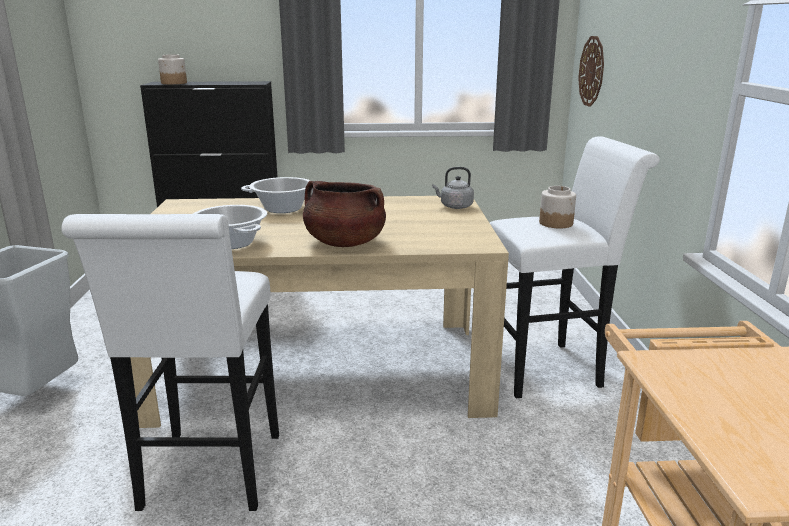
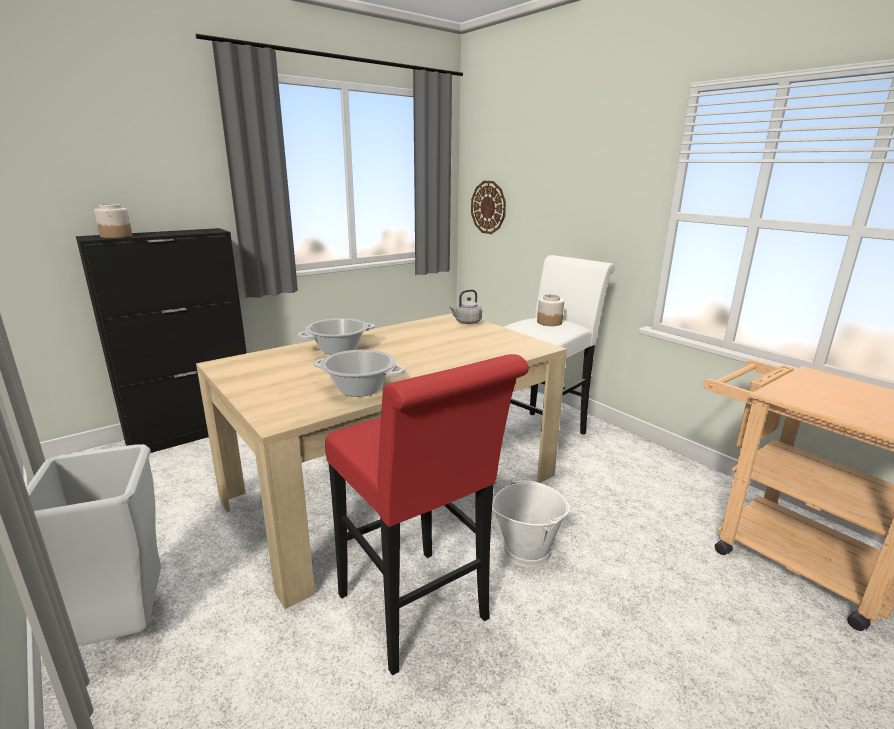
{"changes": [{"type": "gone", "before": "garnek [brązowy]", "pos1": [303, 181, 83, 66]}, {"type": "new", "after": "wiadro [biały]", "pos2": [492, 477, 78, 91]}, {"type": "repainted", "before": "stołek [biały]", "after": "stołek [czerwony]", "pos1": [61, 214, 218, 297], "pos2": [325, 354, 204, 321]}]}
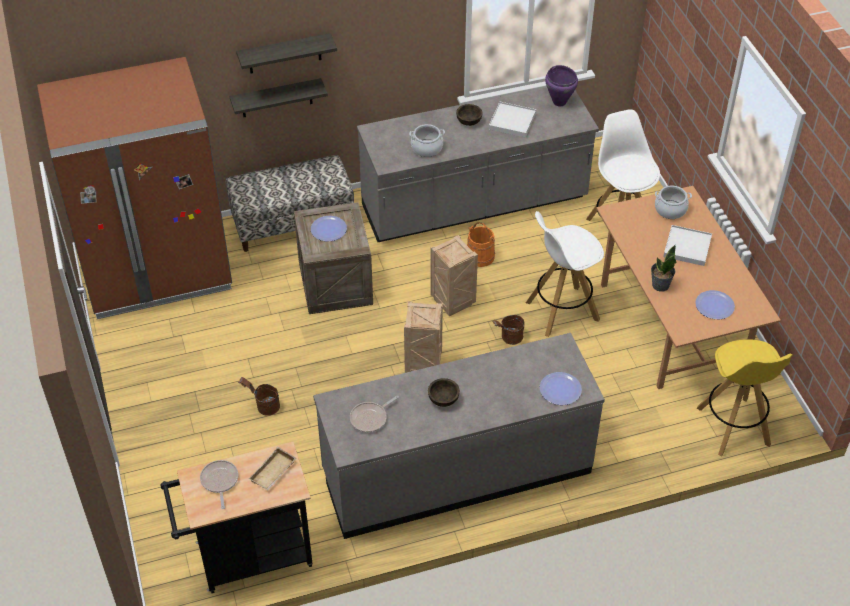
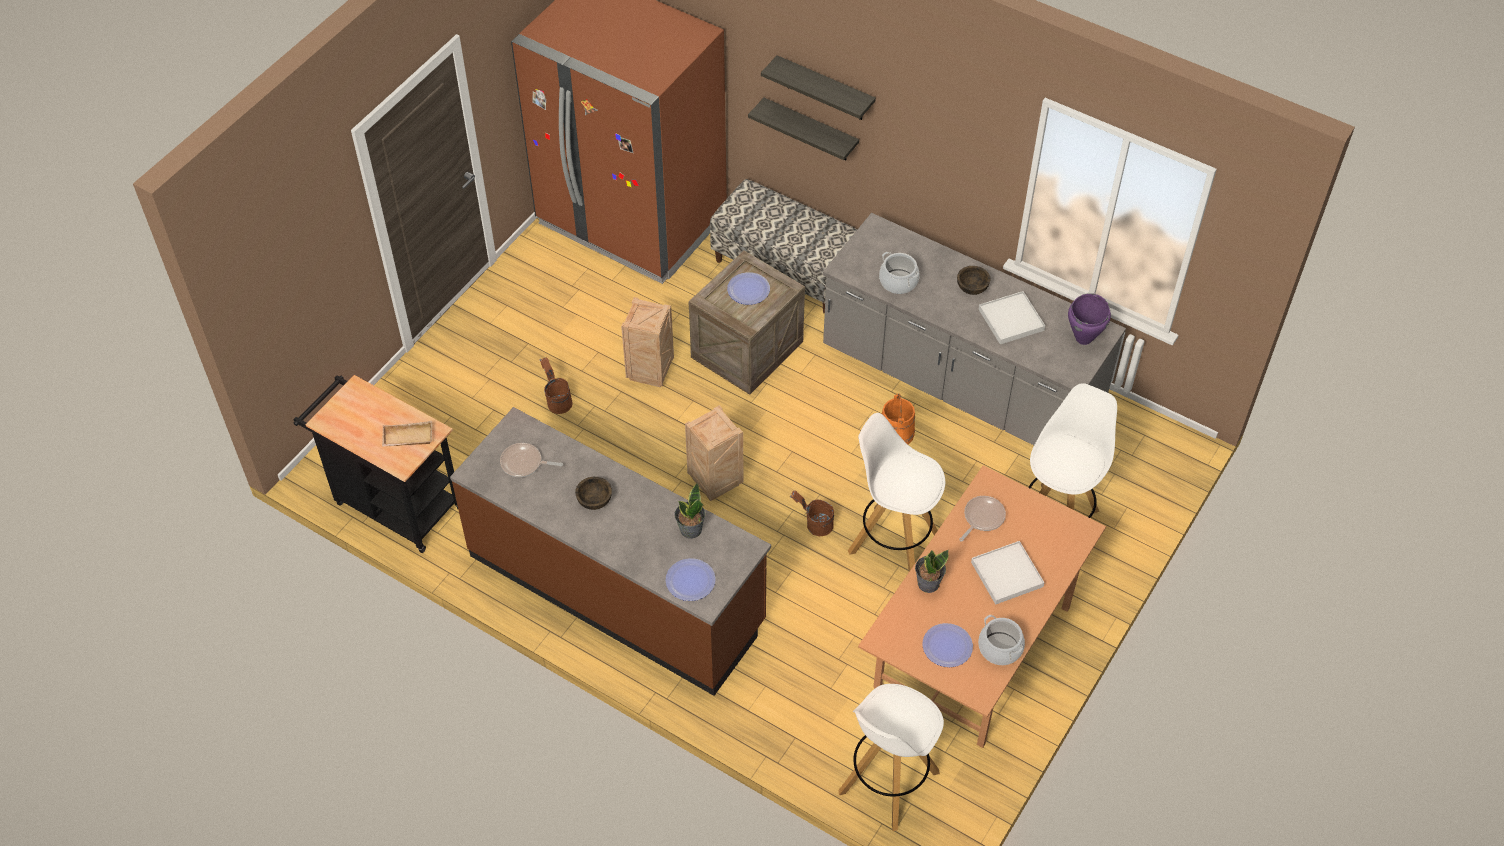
{"changes": [{"type": "new", "after": "roślina doniczkowa", "pos2": [674, 483, 31, 56]}, {"type": "shifted", "before": "patelnia", "pos1": [200, 460, 38, 49], "pos2": [959, 496, 47, 46]}, {"type": "shifted", "before": "skrzynka", "pos1": [430, 235, 48, 82], "pos2": [621, 297, 53, 90]}, {"type": "shifted", "before": "garnek", "pos1": [655, 185, 37, 34], "pos2": [978, 615, 47, 50]}, {"type": "repainted", "before": "zabudowa kuchenna [szary]", "after": "zabudowa kuchenna [brązowy]", "pos1": [313, 333, 292, 206], "pos2": [450, 407, 321, 289]}, {"type": "repainted", "before": "stołek [żółty]", "after": "stołek [biały]", "pos1": [696, 339, 97, 118], "pos2": [838, 684, 106, 147]}]}
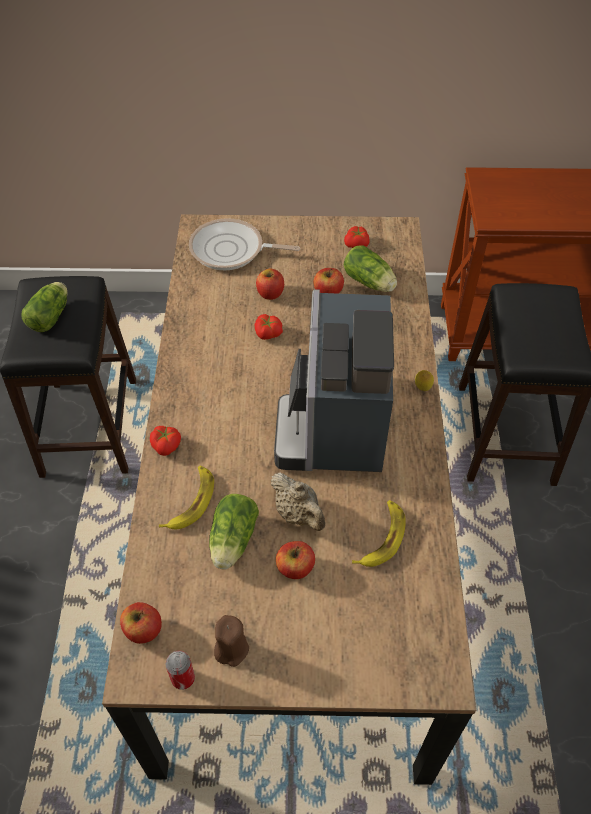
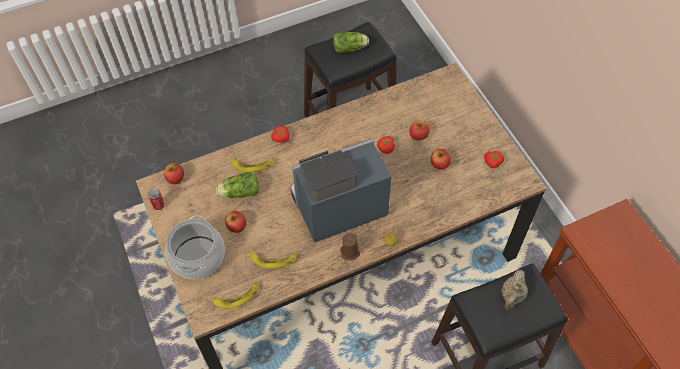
{"changes": [{"type": "gone", "before": "patelnia", "pos1": [189, 218, 111, 52]}, {"type": "gone", "before": "sałata", "pos1": [344, 245, 53, 47]}, {"type": "new", "after": "garnek", "pos2": [165, 215, 60, 64]}, {"type": "new", "after": "banan", "pos2": [209, 281, 49, 28]}, {"type": "shifted", "before": "świeca [brązowy]", "pos1": [214, 615, 35, 52], "pos2": [340, 233, 20, 28]}, {"type": "shifted", "before": "imbryk [beżowy]", "pos1": [271, 472, 54, 59], "pos2": [501, 270, 27, 40]}]}
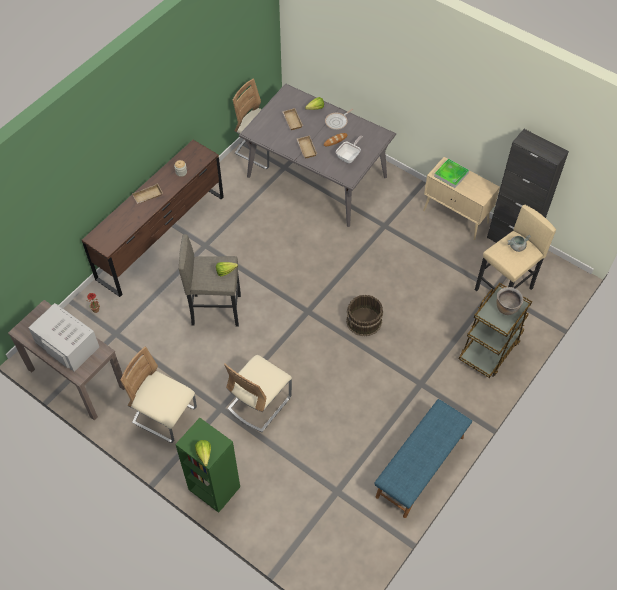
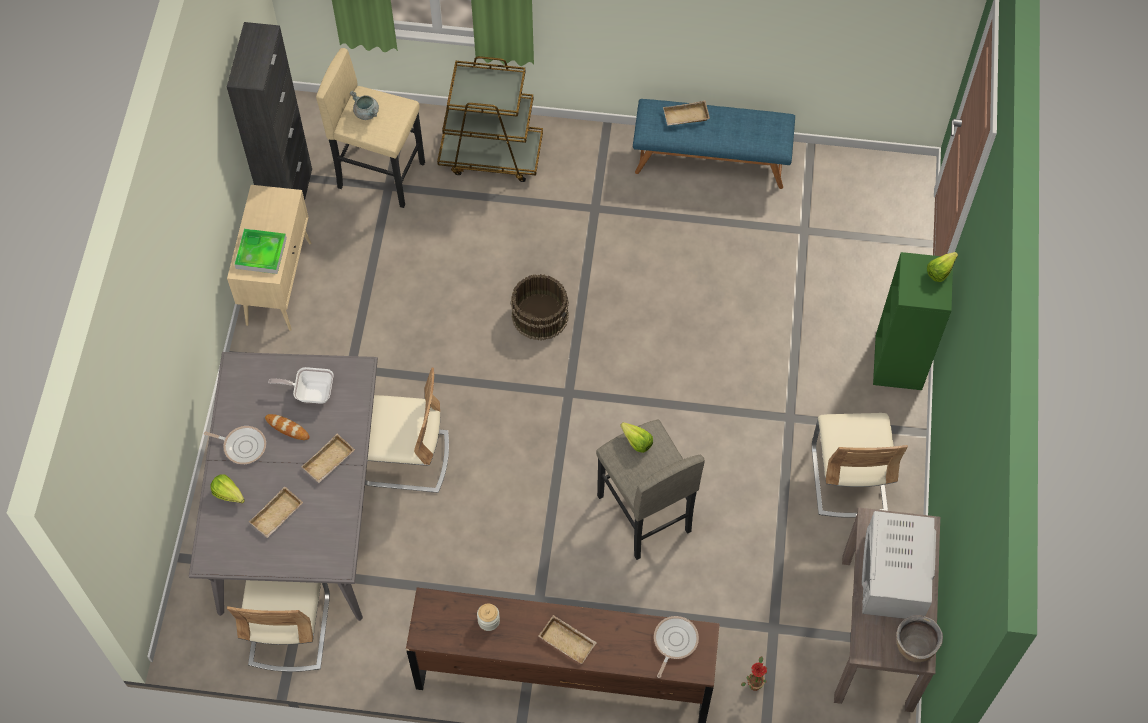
{"changes": [{"type": "new", "after": "patelnia", "pos2": [654, 616, 45, 62]}, {"type": "new", "after": "taca [beżowy]", "pos2": [663, 100, 47, 26]}, {"type": "shifted", "before": "krzesło [beżowy]", "pos1": [224, 355, 68, 77], "pos2": [365, 368, 84, 125]}, {"type": "shifted", "before": "garnek [brązowy]", "pos1": [496, 287, 28, 28], "pos2": [896, 615, 47, 47]}]}
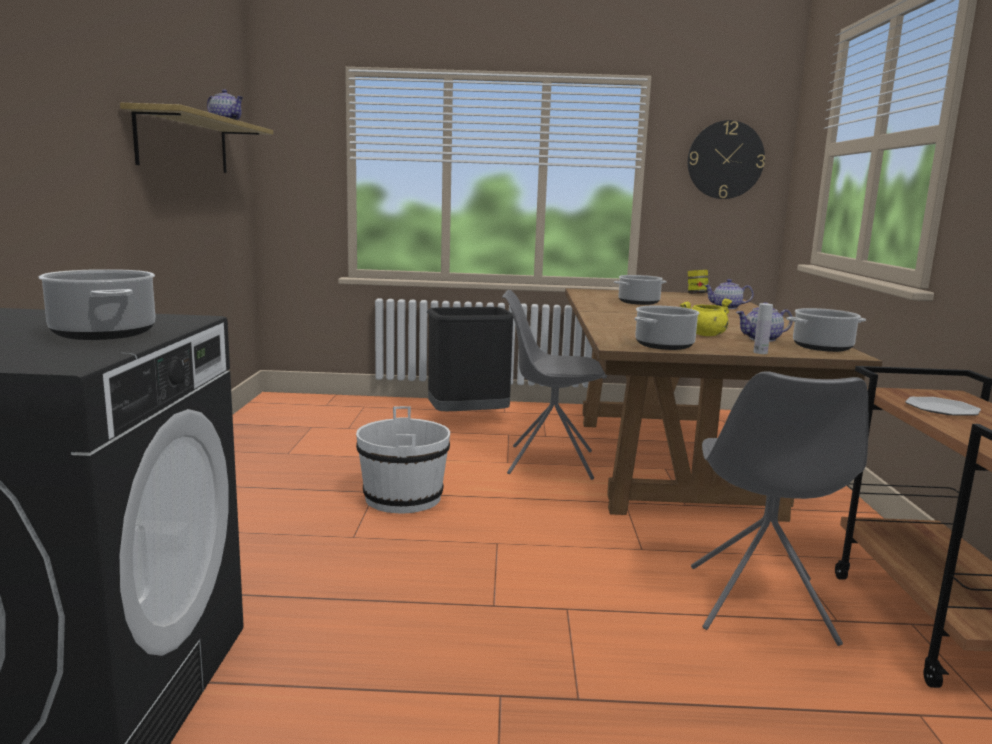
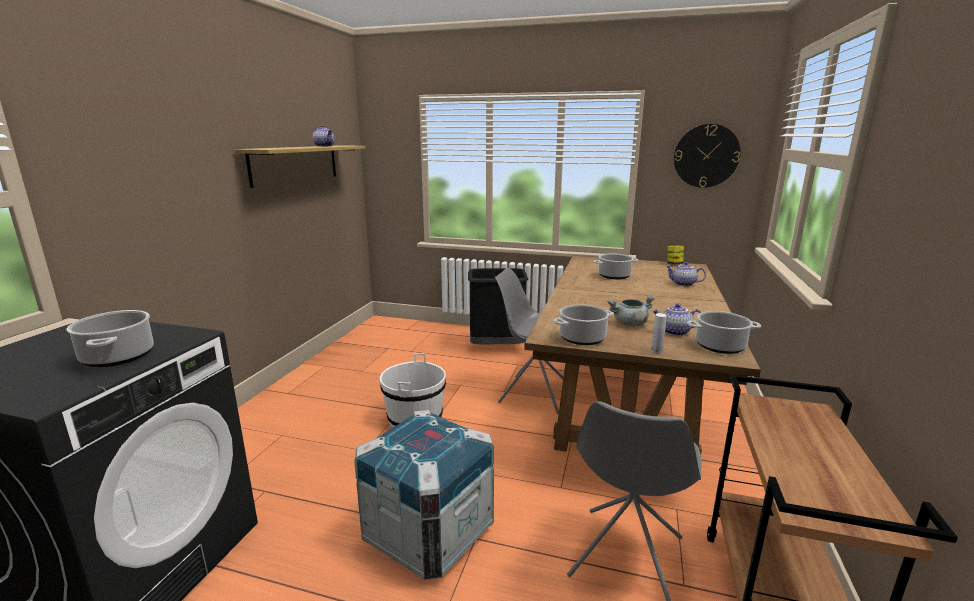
{"changes": [{"type": "gone", "before": "talerz", "pos1": [905, 397, 76, 19]}, {"type": "new", "after": "skrzynka", "pos2": [354, 410, 140, 170]}, {"type": "repainted", "before": "garnek [żółty]", "after": "garnek [szary]", "pos1": [680, 298, 52, 38], "pos2": [607, 296, 48, 31]}]}
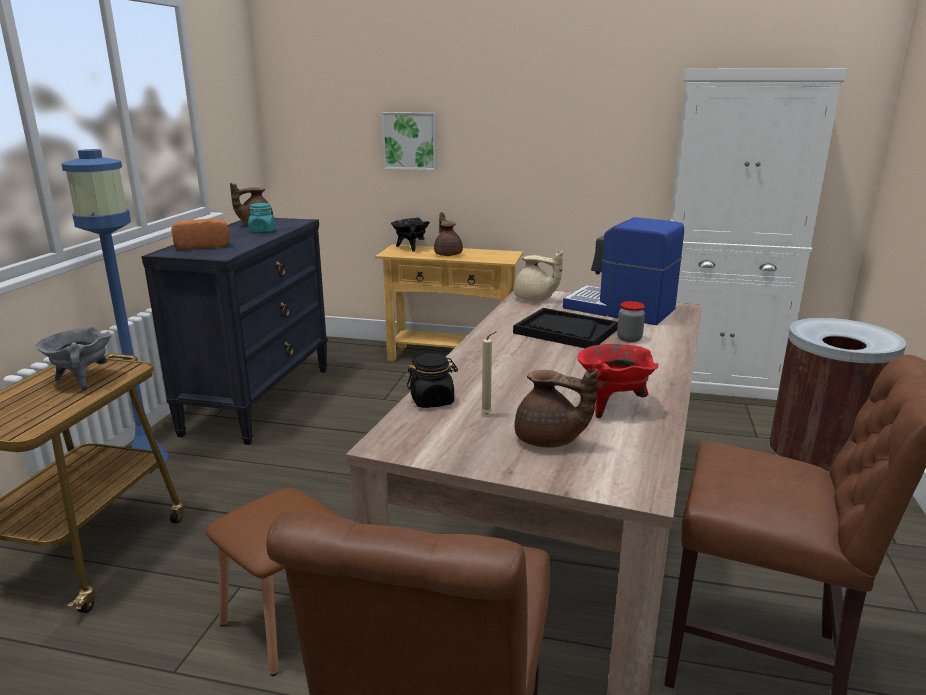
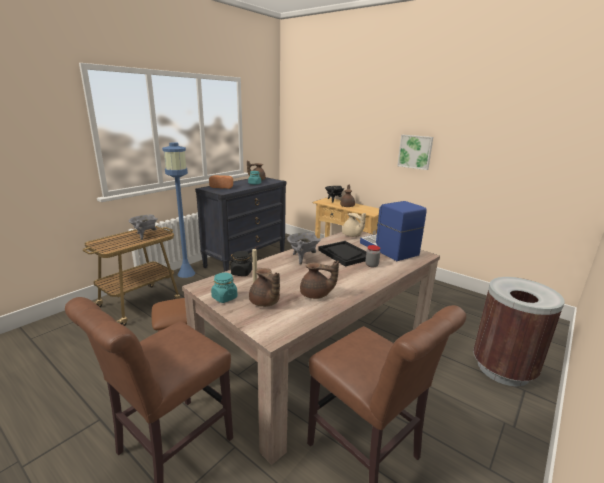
{"changes": [{"type": "gone", "before": "szafka [biały]", "pos1": [670, 68, 177, 332]}, {"type": "new", "after": "słoik [turkusowy]", "pos2": [211, 273, 26, 30]}, {"type": "new", "after": "garnek [szary]", "pos2": [287, 233, 34, 31]}, {"type": "shifted", "before": "obraz", "pos1": [381, 112, 56, 58], "pos2": [397, 135, 36, 35]}, {"type": "swapped", "before": "garnek [czerwony]", "after": "imbryk [brązowy]", "pos1": [577, 344, 82, 74], "pos2": [300, 261, 39, 38]}]}
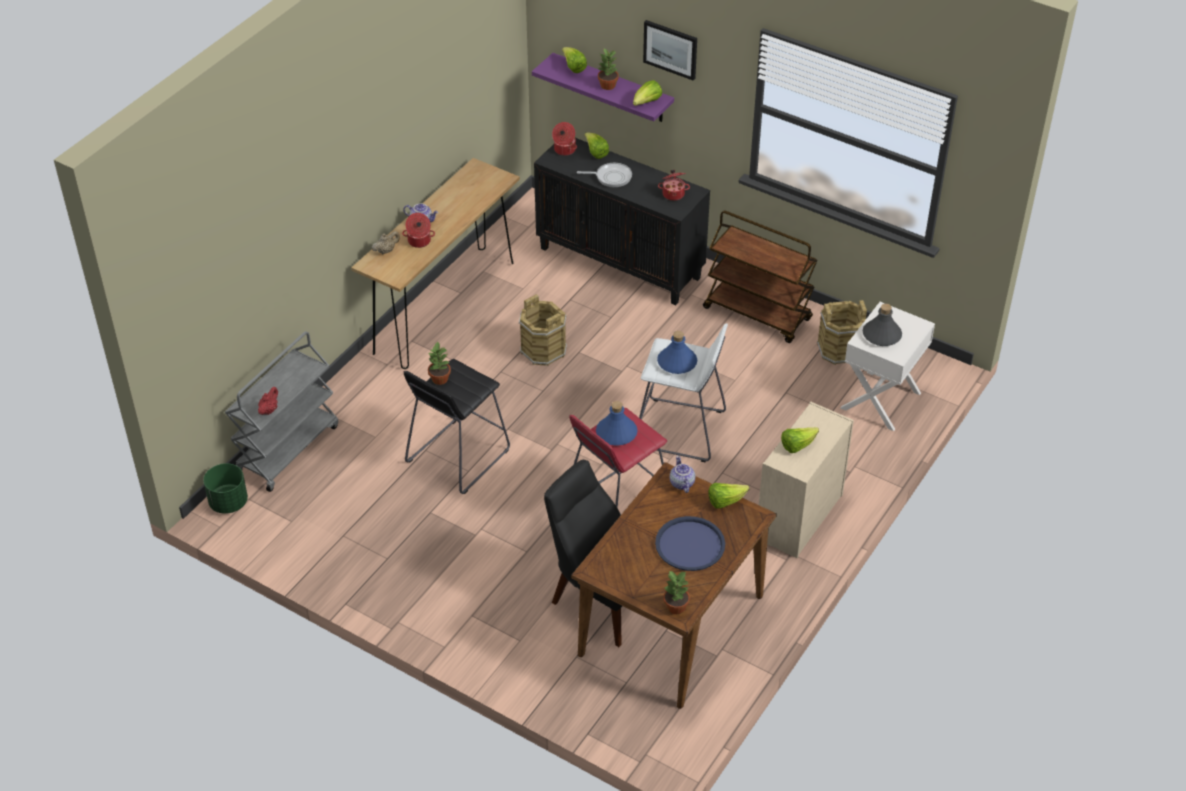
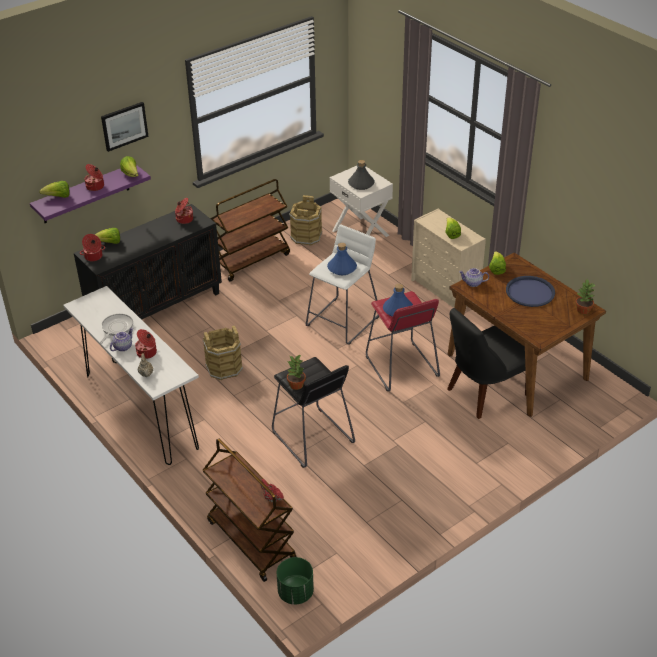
{"changes": [{"type": "shifted", "before": "patelnia", "pos1": [577, 163, 55, 24], "pos2": [100, 314, 33, 30]}, {"type": "swapped", "before": "roślina doniczkowa", "after": "garnek", "pos1": [597, 49, 22, 41], "pos2": [84, 164, 20, 27]}, {"type": "repainted", "before": "wózek [szary]", "after": "wózek [brązowy]", "pos1": [225, 331, 113, 161], "pos2": [203, 438, 93, 144]}, {"type": "repainted", "before": "stolik konsolowy [brązowy]", "after": "stolik konsolowy [biały]", "pos1": [351, 158, 169, 211], "pos2": [63, 286, 136, 179]}]}
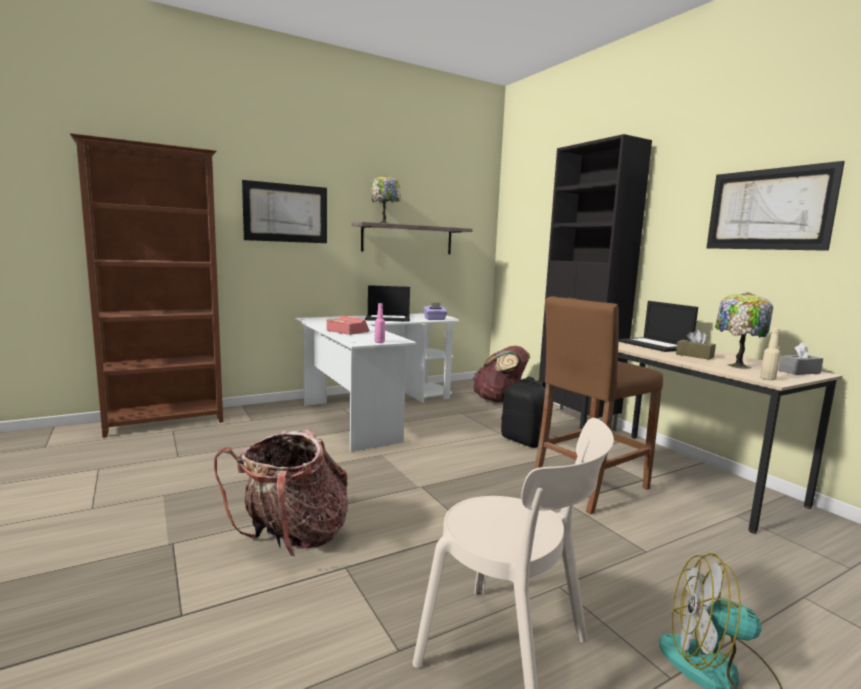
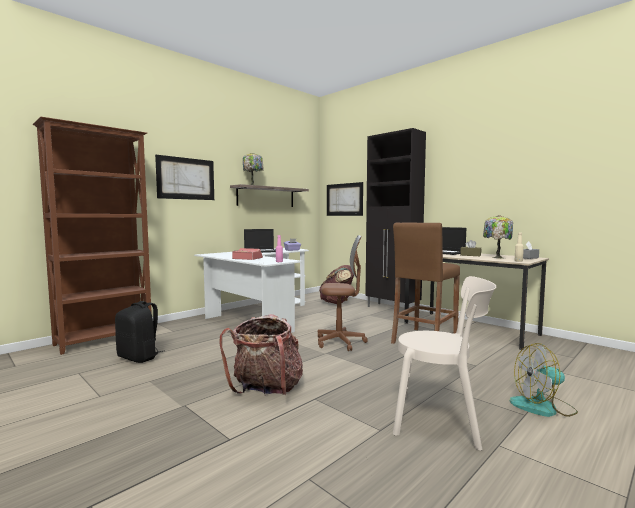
{"changes": [{"type": "new", "after": "krzesło biurowe [brązowy]", "pos2": [318, 235, 50, 116]}, {"type": "shifted", "before": "plecak [czarny]", "pos1": [501, 377, 45, 71], "pos2": [115, 301, 48, 62]}, {"type": "shifted", "before": "obraz", "pos1": [707, 161, 138, 90], "pos2": [327, 182, 36, 34]}]}
